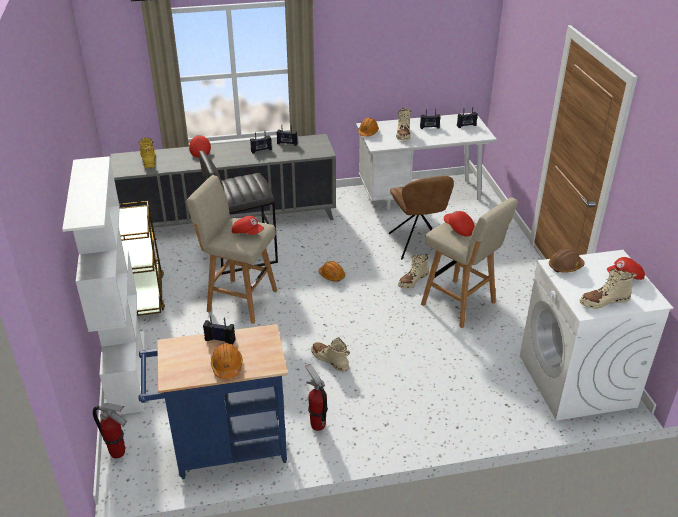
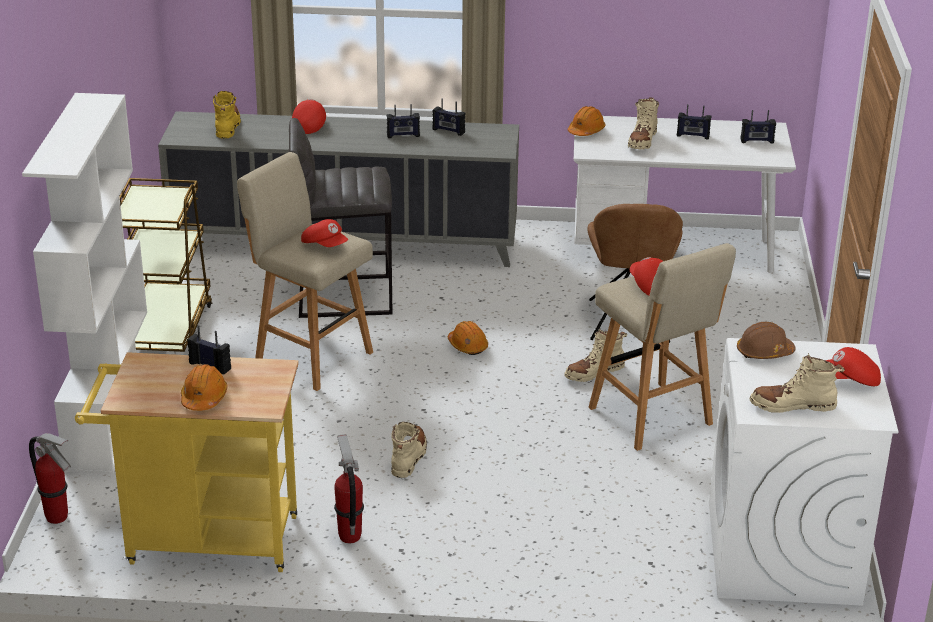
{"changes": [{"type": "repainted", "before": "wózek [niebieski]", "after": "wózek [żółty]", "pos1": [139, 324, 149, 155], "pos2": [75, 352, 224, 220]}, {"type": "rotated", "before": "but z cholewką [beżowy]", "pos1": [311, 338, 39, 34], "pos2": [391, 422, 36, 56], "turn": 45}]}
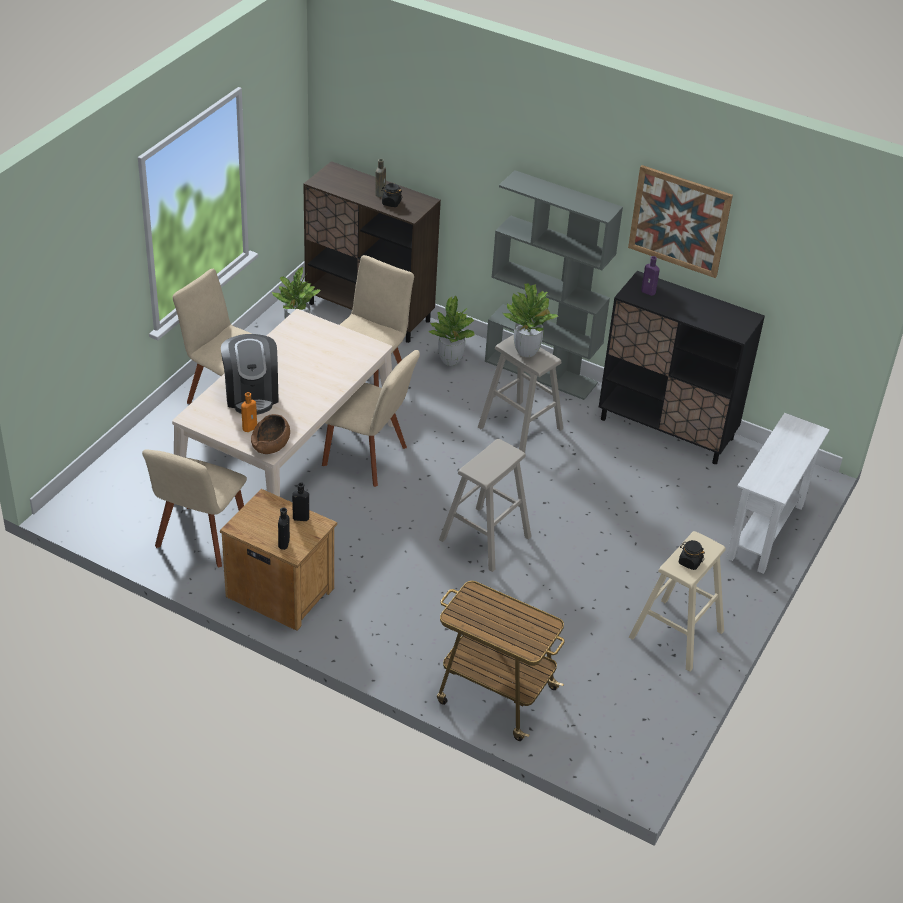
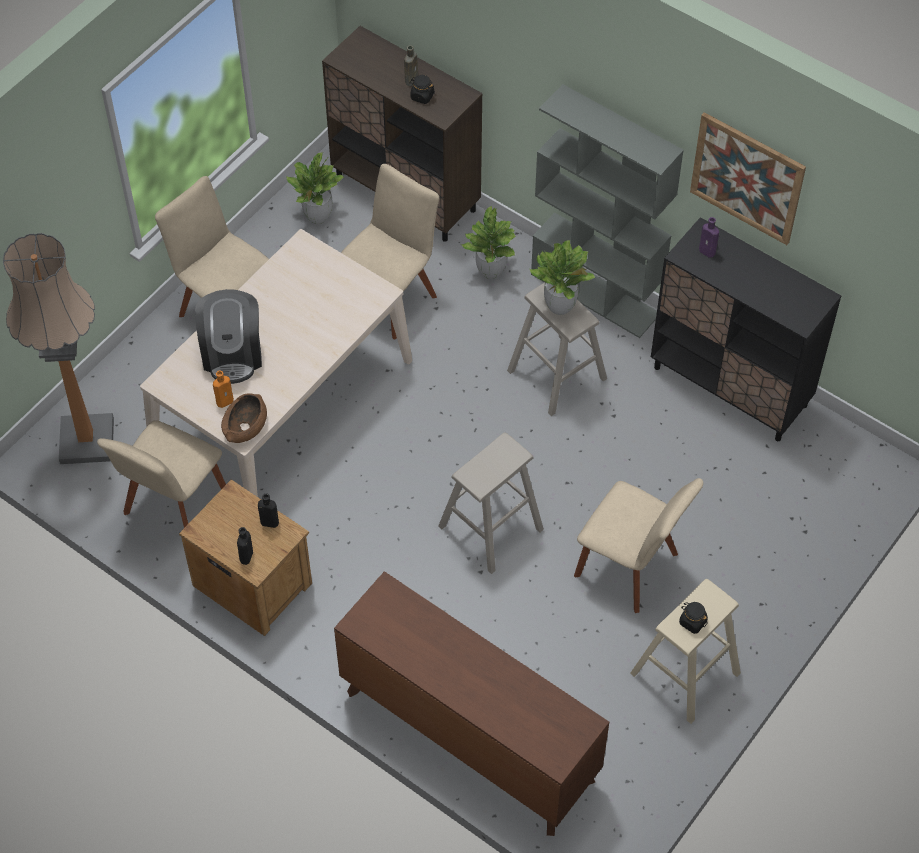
{"changes": [{"type": "gone", "before": "stolik konsolowy [biały]", "pos1": [726, 413, 104, 161]}, {"type": "new", "after": "lampa stojąca", "pos2": [3, 233, 111, 231]}, {"type": "shifted", "before": "krzesło [beżowy]", "pos1": [322, 350, 98, 137], "pos2": [574, 478, 129, 135]}, {"type": "swapped", "before": "wózek", "after": "komoda [brązowy]", "pos1": [437, 581, 128, 160], "pos2": [334, 571, 275, 265]}]}
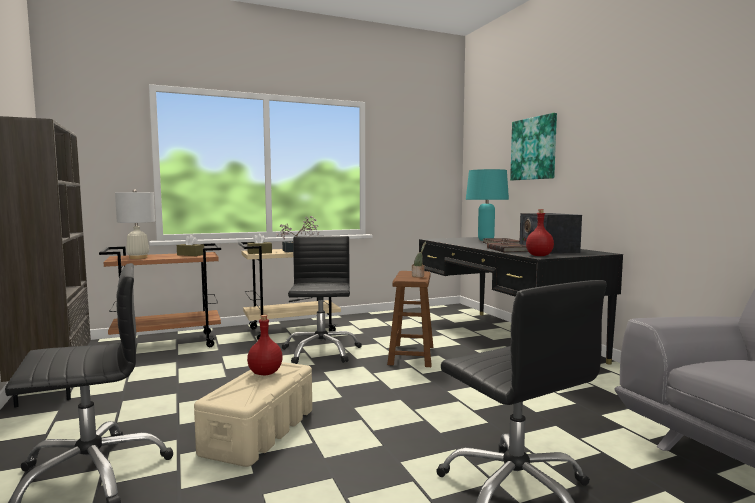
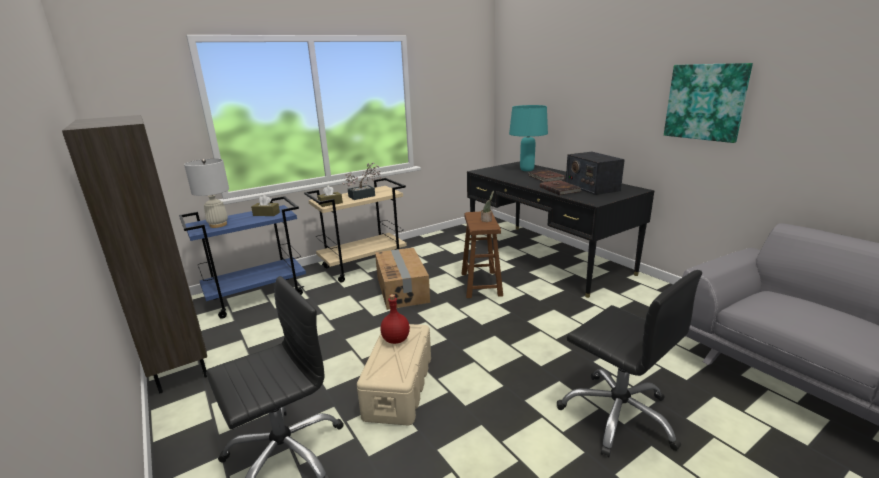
{"changes": [{"type": "gone", "before": "butelka [czerwony]", "pos1": [526, 209, 28, 47]}, {"type": "shifted", "before": "obraz", "pos1": [510, 113, 47, 67], "pos2": [664, 63, 89, 80]}, {"type": "swapped", "before": "krzesło biurowe [czarny]", "after": "karton", "pos1": [282, 236, 80, 128], "pos2": [375, 248, 55, 62]}, {"type": "repainted", "before": "wózek [brązowy]", "after": "wózek [niebieski]", "pos1": [99, 243, 122, 104], "pos2": [179, 196, 127, 123]}]}
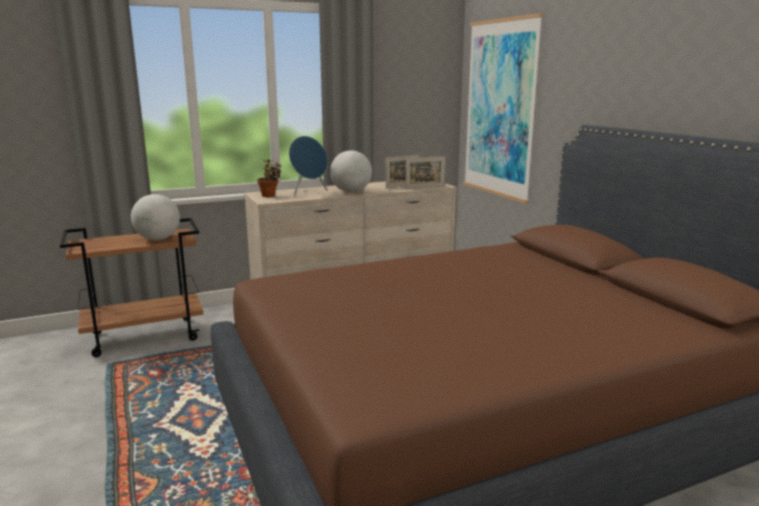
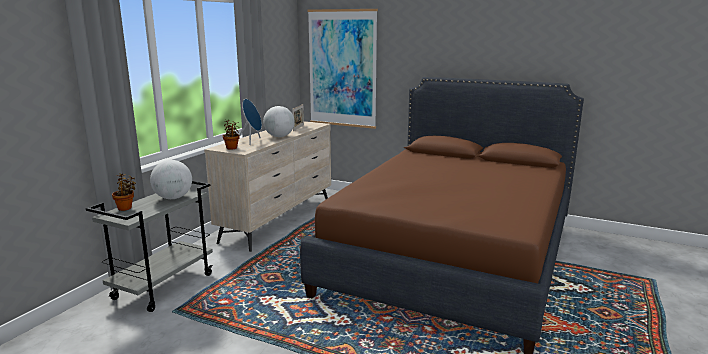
{"changes": [{"type": "gone", "before": "ramka na zdjęcie", "pos1": [406, 156, 39, 33]}, {"type": "new", "after": "roślina doniczkowa", "pos2": [112, 173, 24, 38]}, {"type": "repainted", "before": "wózek [brązowy]", "after": "wózek [szary]", "pos1": [60, 218, 143, 139], "pos2": [86, 181, 127, 131]}]}
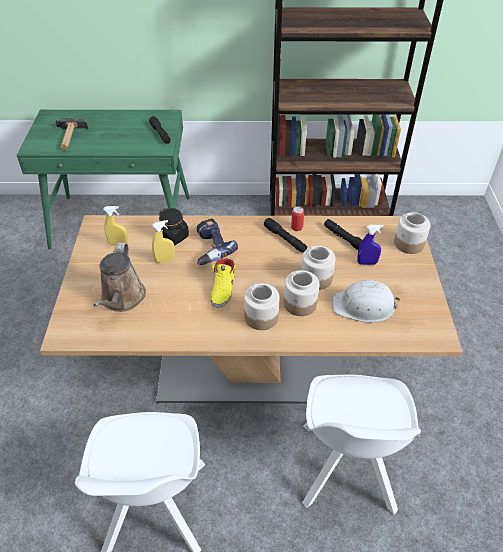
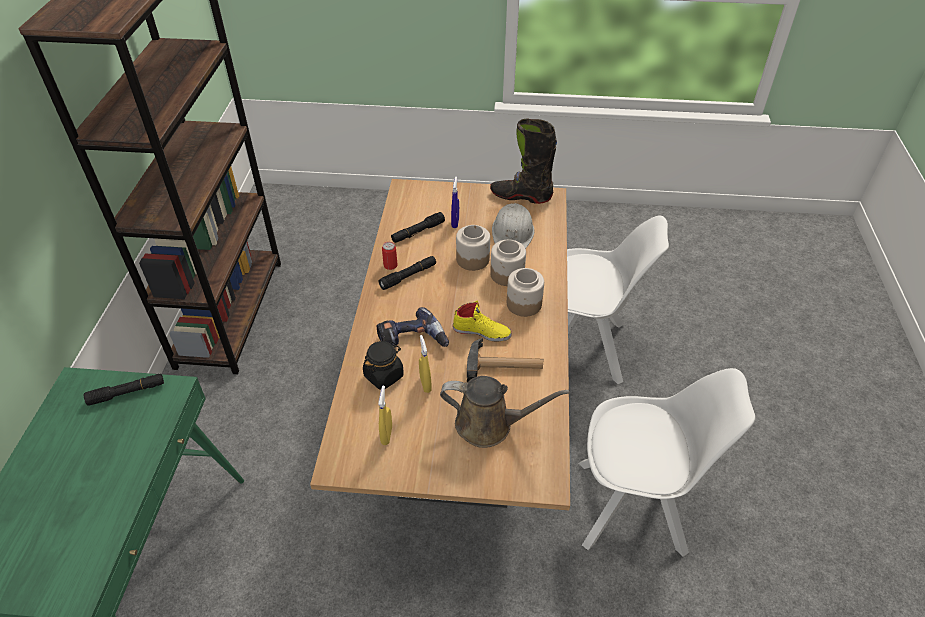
{"changes": [{"type": "gone", "before": "słoik", "pos1": [394, 212, 37, 42]}, {"type": "new", "after": "but z cholewką [czarny]", "pos2": [490, 119, 67, 85]}, {"type": "shifted", "before": "młotek", "pos1": [56, 119, 32, 32], "pos2": [467, 338, 77, 44]}]}
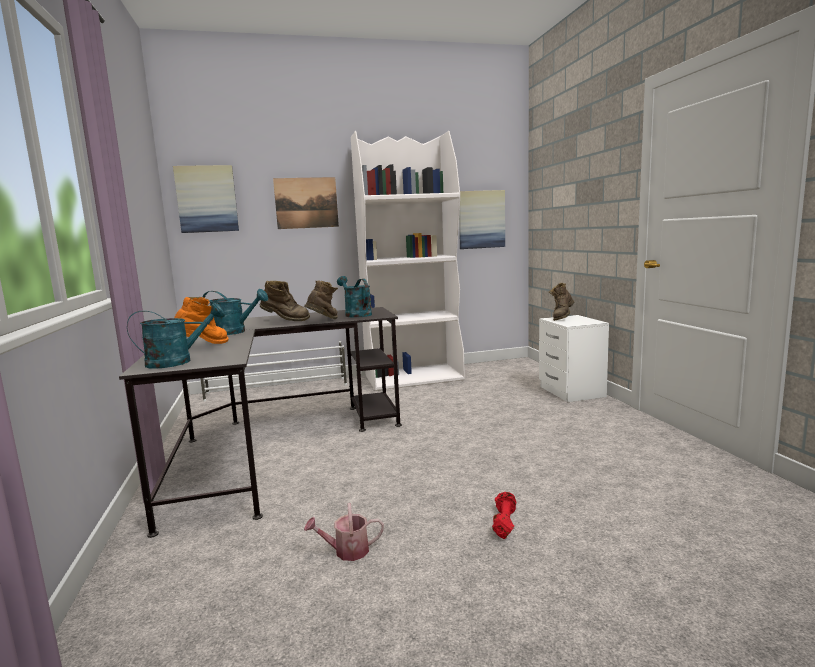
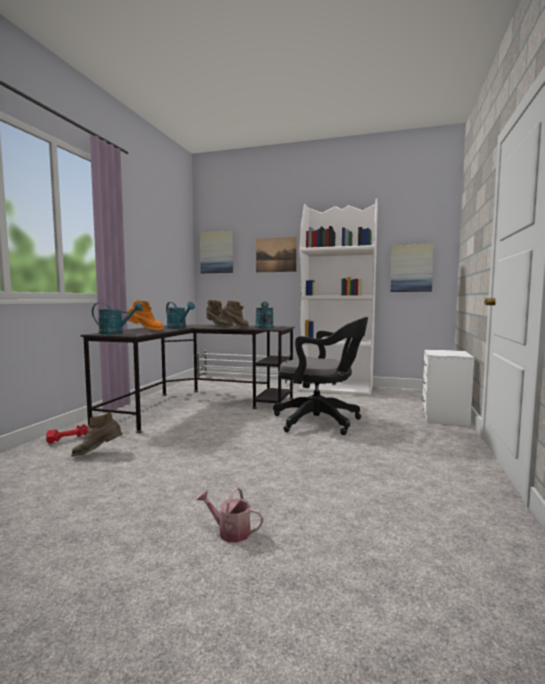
{"changes": [{"type": "new", "after": "krzesło biurowe [czarny]", "pos2": [273, 317, 95, 118]}, {"type": "shifted", "before": "konewka", "pos1": [304, 503, 80, 58], "pos2": [197, 487, 67, 56]}, {"type": "shifted", "before": "hantel [czerwony]", "pos1": [492, 492, 24, 47], "pos2": [46, 424, 43, 20]}, {"type": "shifted", "before": "but z cholewką [brązowy]", "pos1": [549, 283, 25, 38], "pos2": [71, 412, 52, 45]}]}
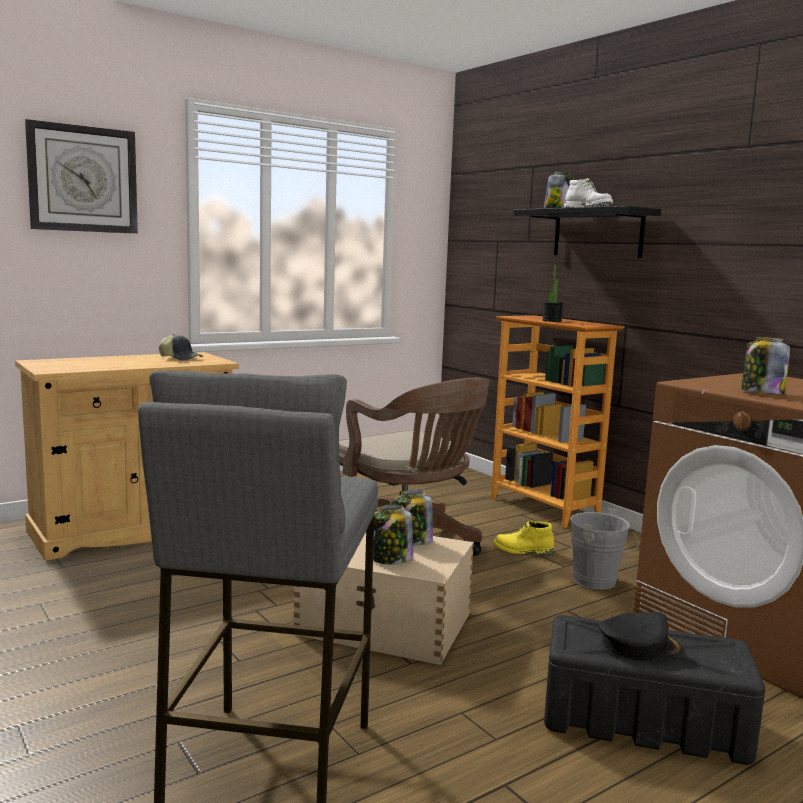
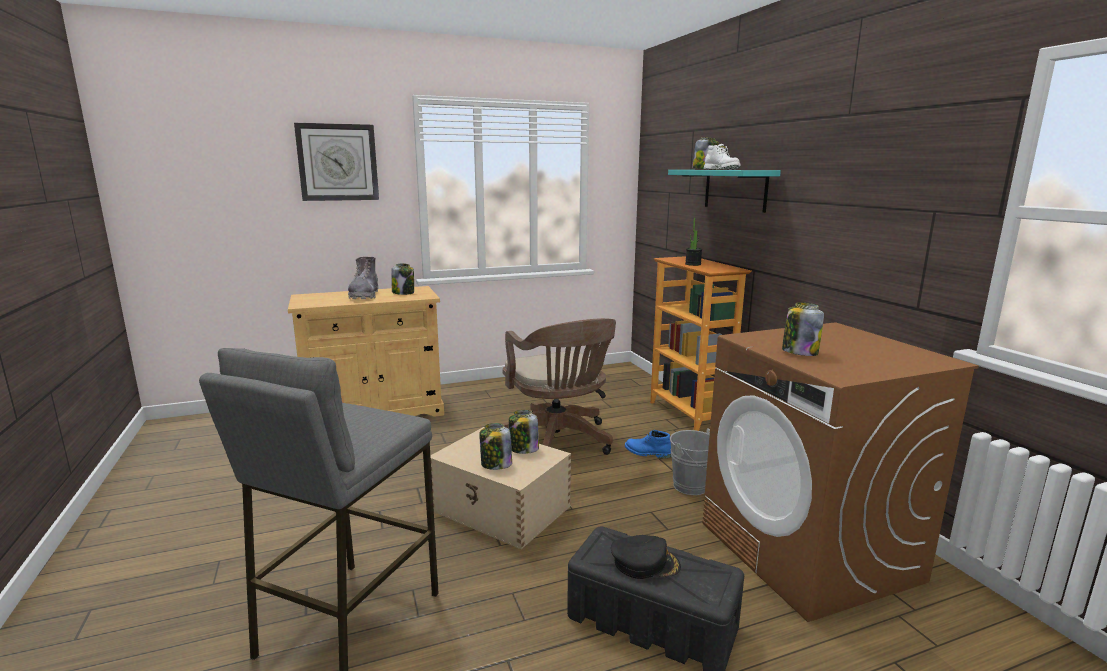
{"changes": [{"type": "new", "after": "but z cholewką [szary]", "pos2": [348, 257, 30, 42]}, {"type": "swapped", "before": "czapka z daszkiem", "after": "słoik", "pos1": [159, 334, 44, 27], "pos2": [391, 263, 23, 32]}, {"type": "repainted", "before": "but z cholewką [żółty]", "after": "but z cholewką [niebieski]", "pos1": [494, 520, 60, 35], "pos2": [625, 430, 46, 28]}, {"type": "repainted", "before": "półka [czarny]", "after": "półka [turkusowy]", "pos1": [514, 206, 147, 52], "pos2": [668, 170, 113, 43]}]}
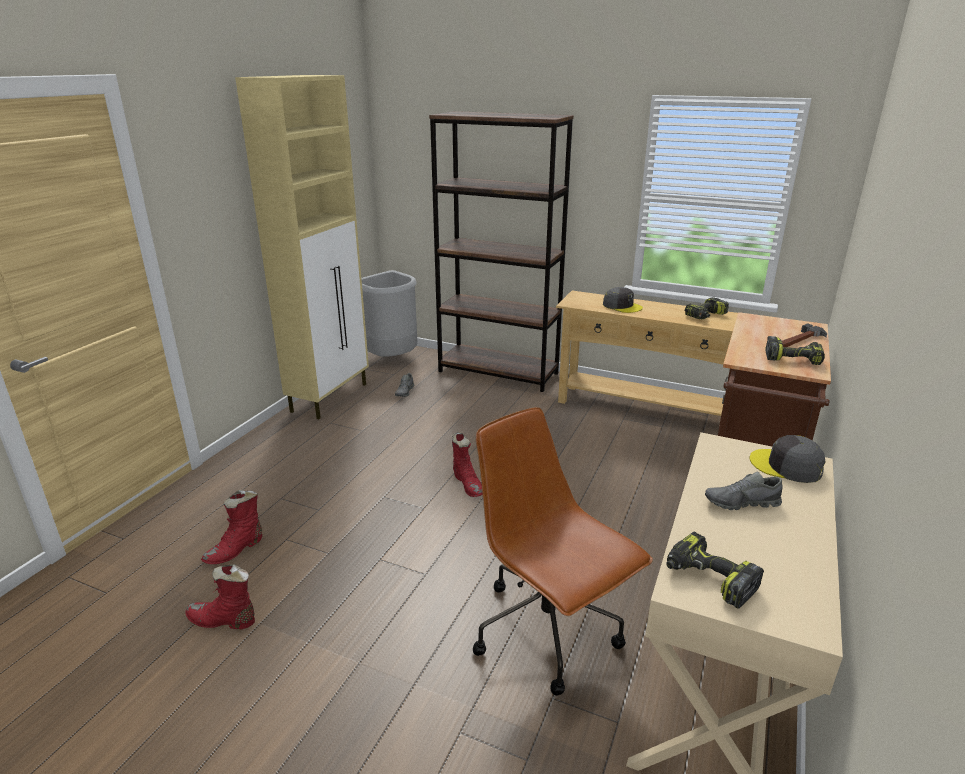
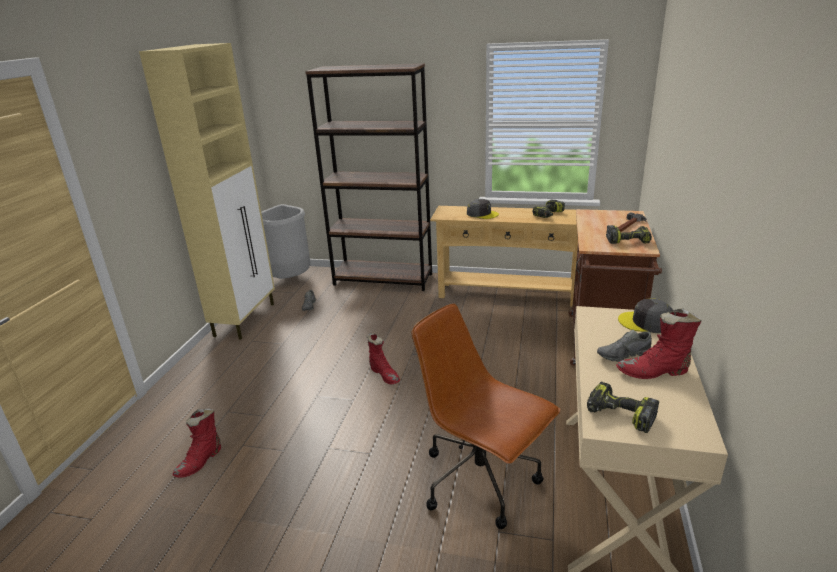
{"changes": [{"type": "shifted", "before": "but z cholewką [czerwony]", "pos1": [185, 564, 70, 65], "pos2": [616, 308, 85, 71]}]}
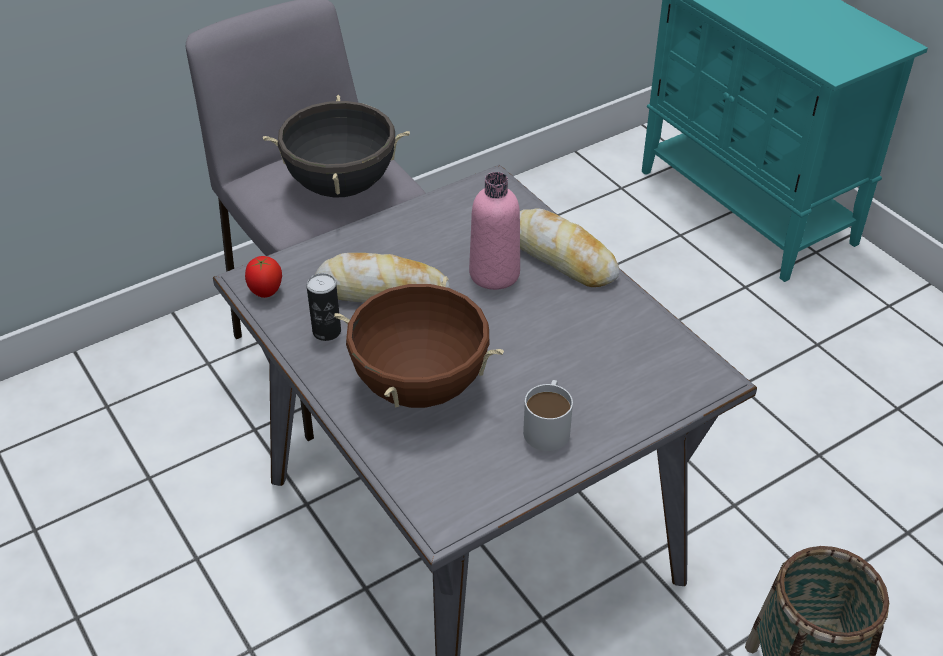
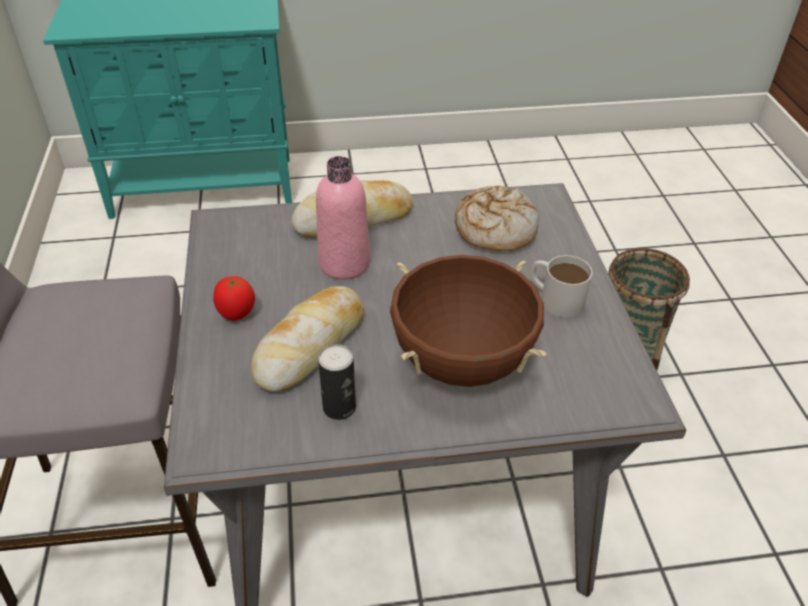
{"changes": [{"type": "gone", "before": "garnek [czarny]", "pos1": [263, 95, 147, 103]}, {"type": "new", "after": "chleb", "pos2": [455, 186, 85, 65]}, {"type": "shifted", "before": "pomidor", "pos1": [245, 256, 37, 42], "pos2": [213, 276, 42, 45]}]}
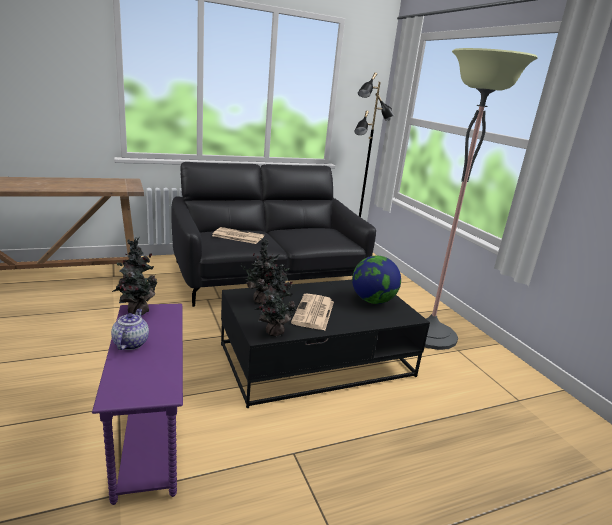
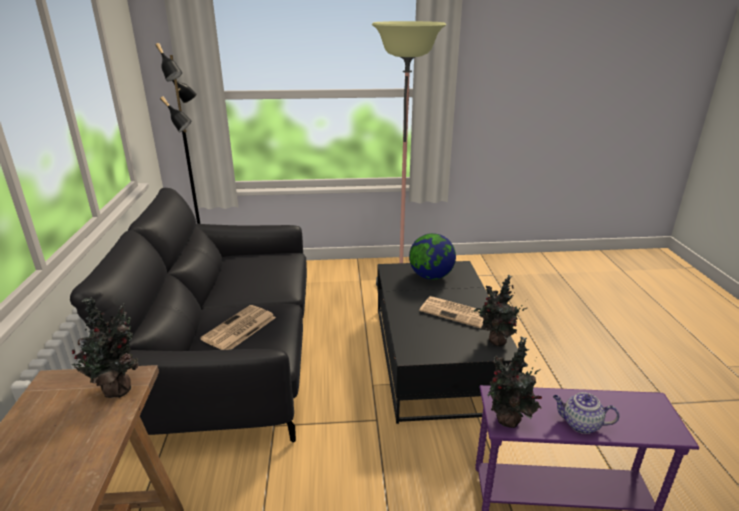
{"changes": [{"type": "shifted", "before": "roślina doniczkowa", "pos1": [241, 238, 48, 66], "pos2": [72, 297, 67, 101]}]}
